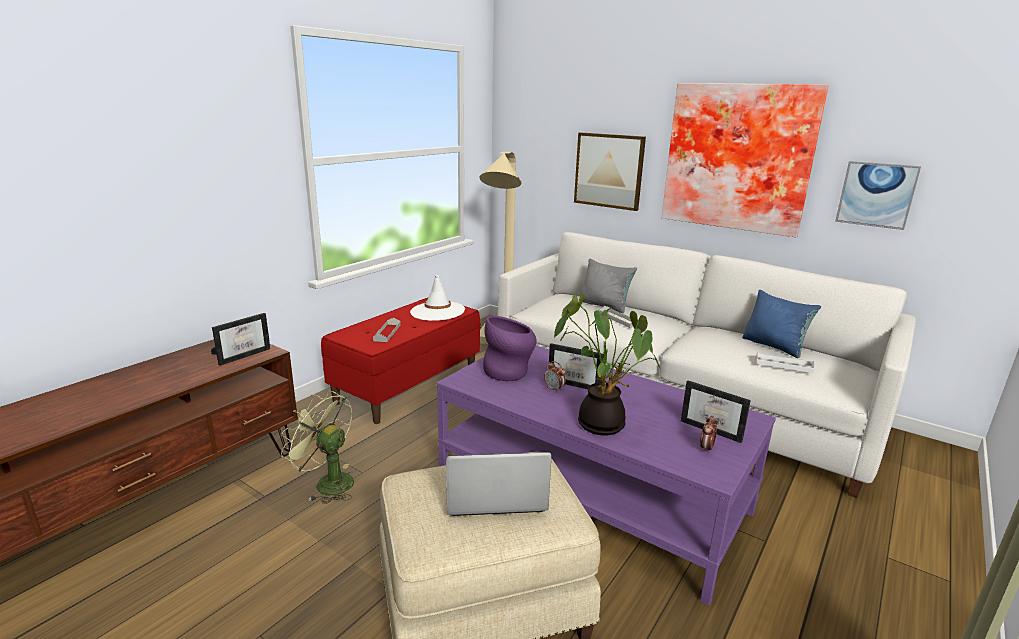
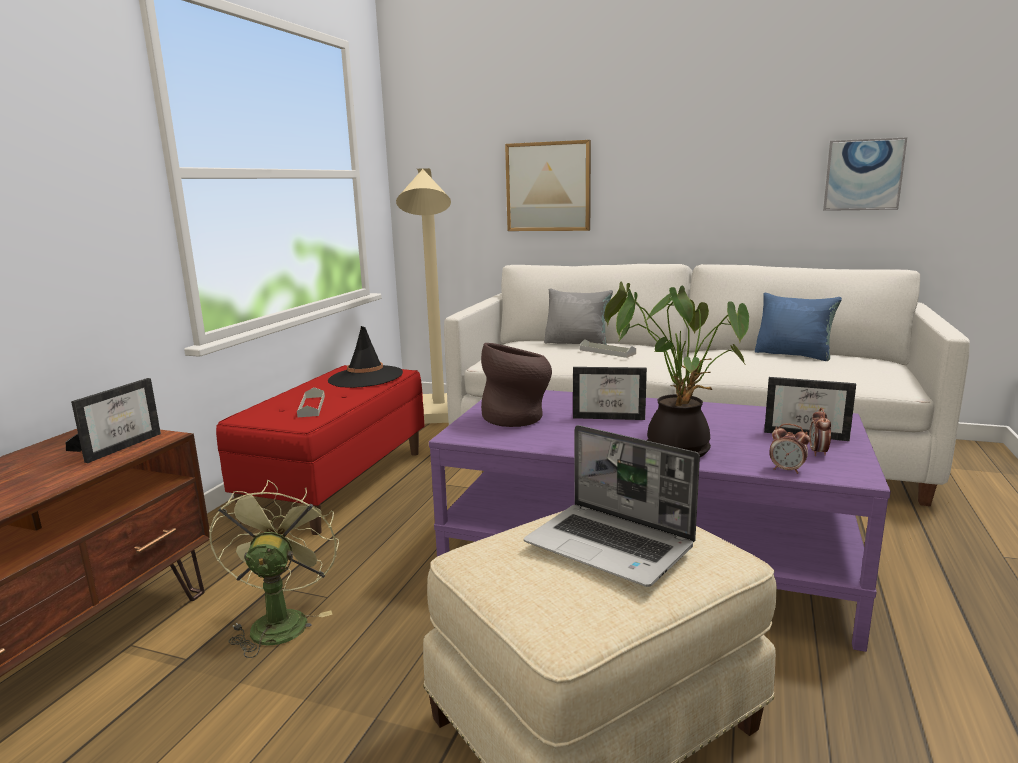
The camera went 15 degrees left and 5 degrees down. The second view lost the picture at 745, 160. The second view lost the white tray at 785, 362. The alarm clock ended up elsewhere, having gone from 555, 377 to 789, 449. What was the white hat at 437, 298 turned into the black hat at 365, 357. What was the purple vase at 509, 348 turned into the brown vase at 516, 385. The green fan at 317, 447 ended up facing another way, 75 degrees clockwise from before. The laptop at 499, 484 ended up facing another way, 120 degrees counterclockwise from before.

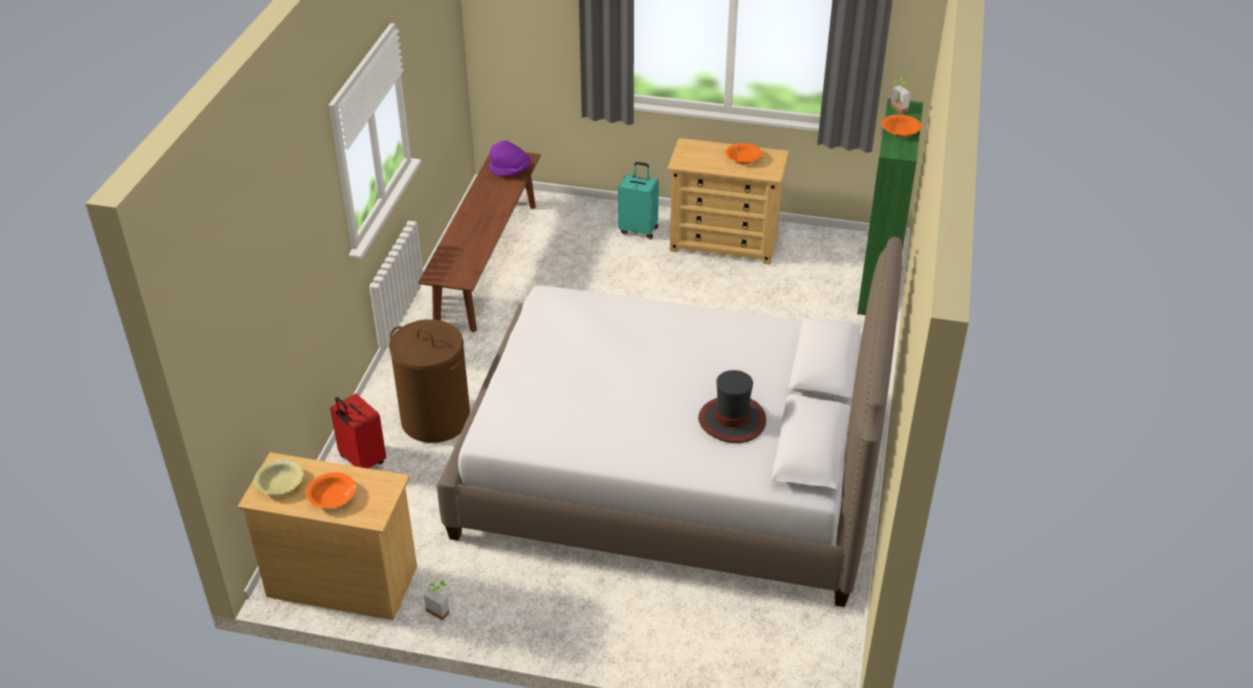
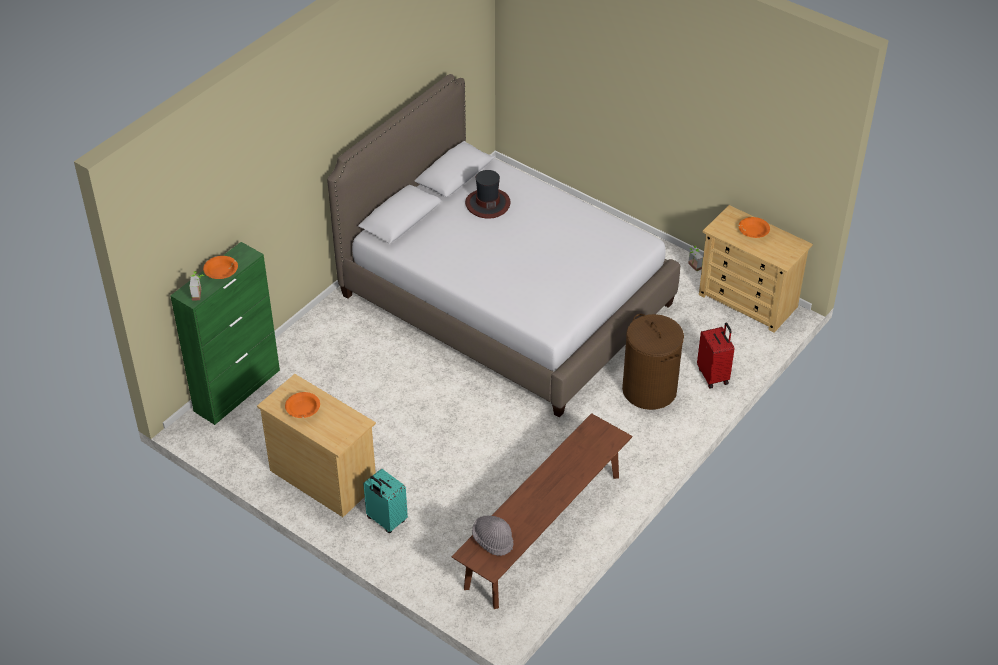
The camera went 155 degrees left and 5 degrees up. The second view lost the yellow bowl at 279, 477. What was the purple hat at 510, 158 turned into the grey hat at 493, 536.

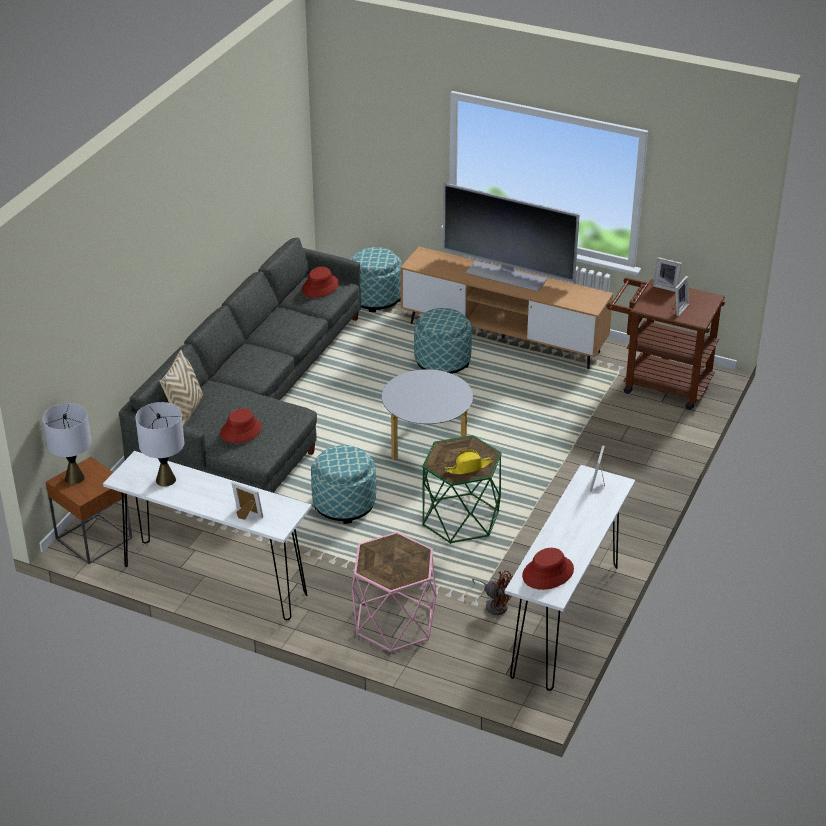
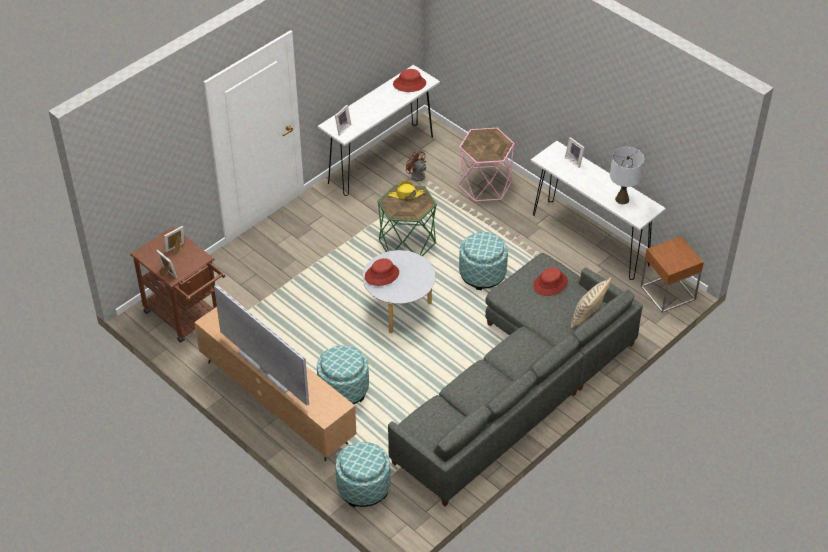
The camera went 160 degrees left and 10 degrees up. The second view lost the grey table lamp at 67, 443. The red hat ended up elsewhere, having gone from 320, 282 to 382, 272.

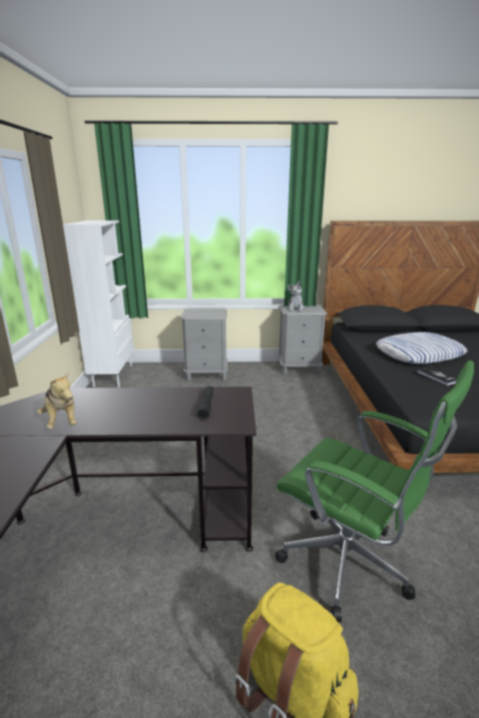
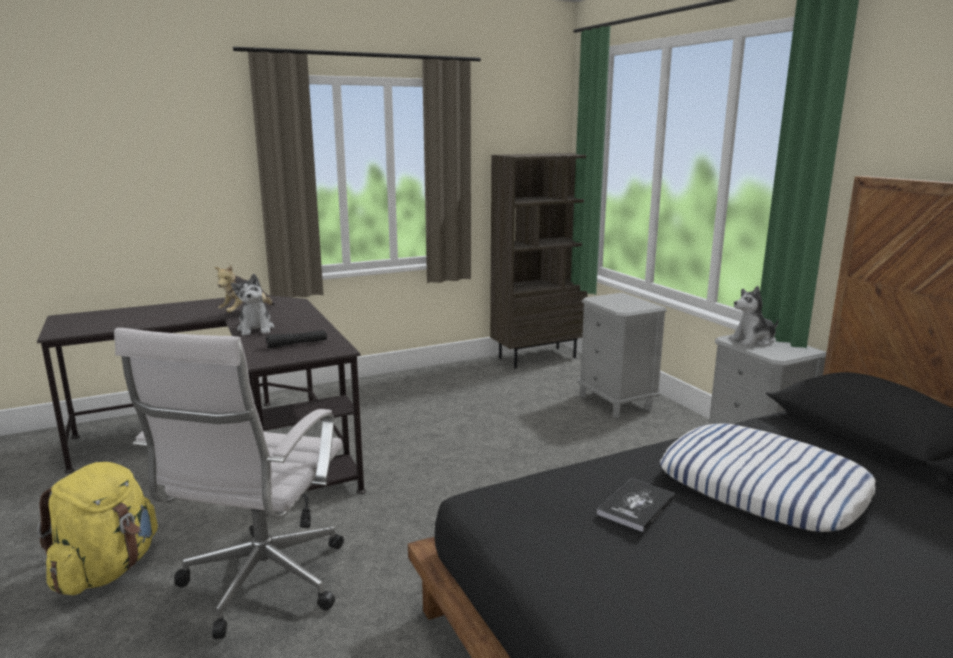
The camera went 65 degrees right and 5 degrees down. The second view gained the plush toy at 253, 305. What was the white bookcase at 98, 303 turned into the brown bookcase at 539, 261. What was the green office chair at 374, 491 turned into the white office chair at 229, 483.

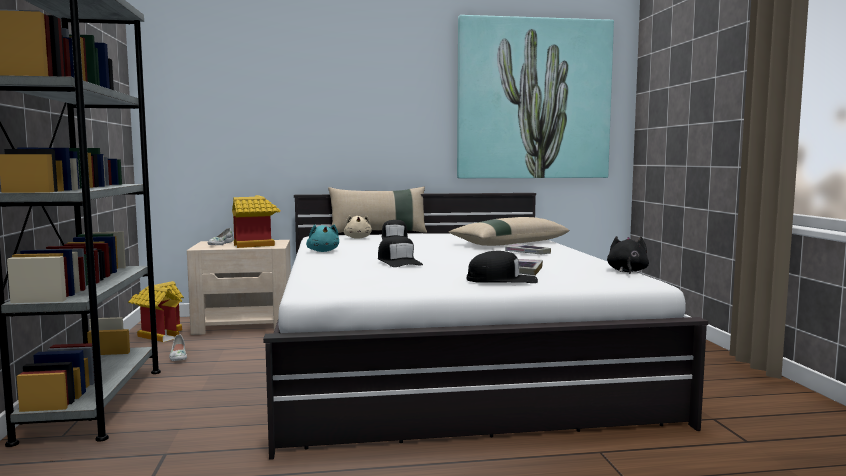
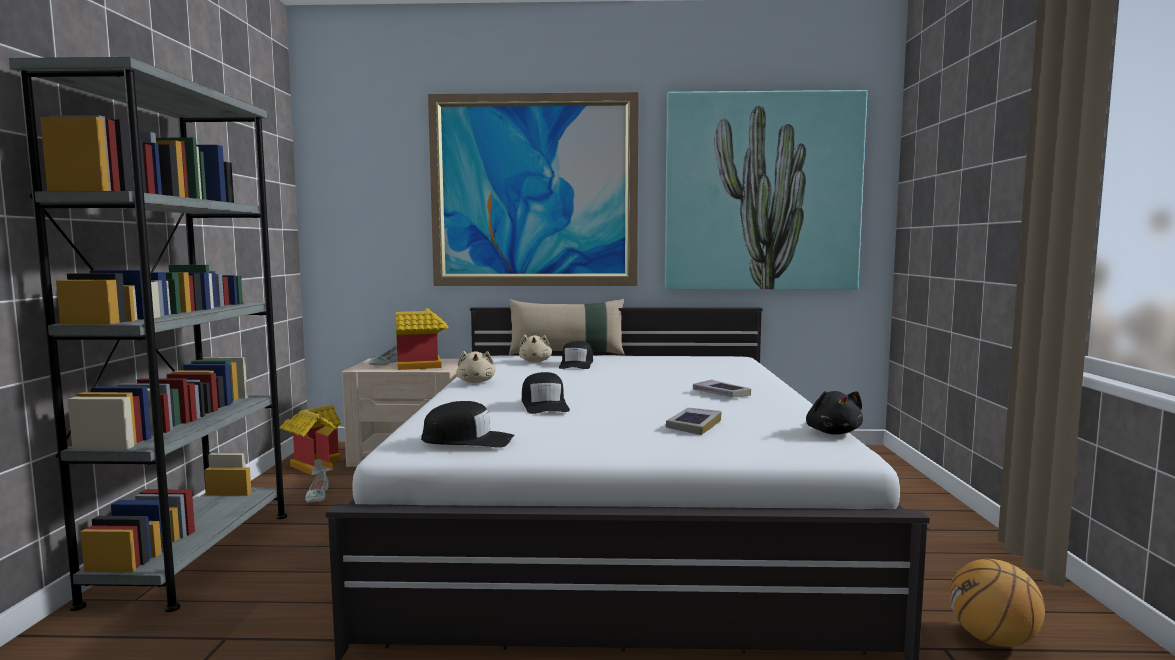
The camera went 10 degrees right and 0 degrees up. The second view lost the beige pillow at 509, 231. The second view gained the picture at 533, 189. The second view gained the basketball at 997, 603. The black cap ended up elsewhere, having gone from 502, 267 to 468, 424. What was the turquoise plush toy at 322, 238 turned into the beige plush toy at 476, 367. The black plush toy at 628, 255 ended up facing another way, 150 degrees clockwise from before.

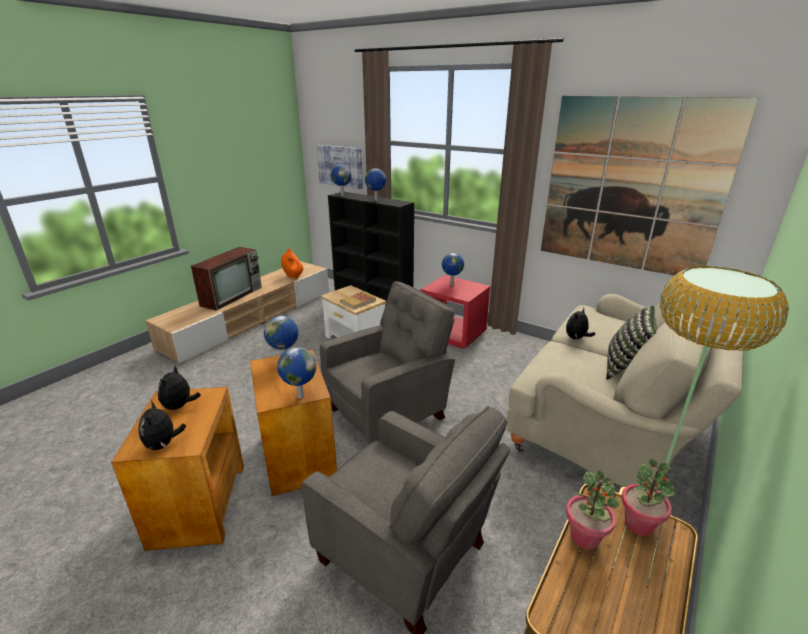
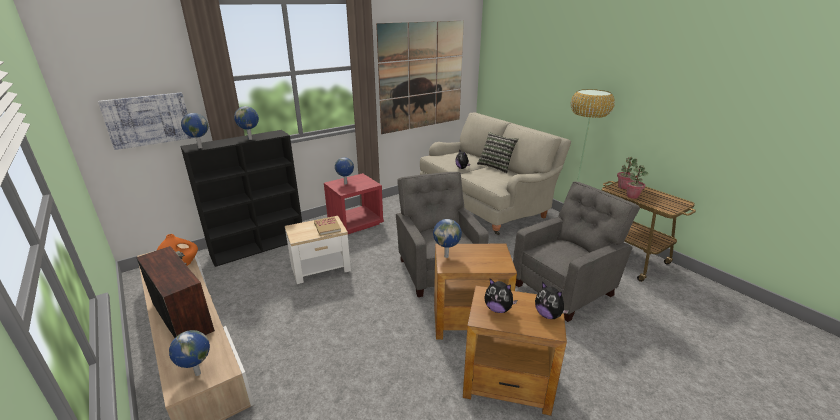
The camera went 70 degrees left and 0 degrees up. The globe ended up elsewhere, having gone from 297, 373 to 189, 353. The plush toy at 162, 425 ended up facing another way, 45 degrees clockwise from before.

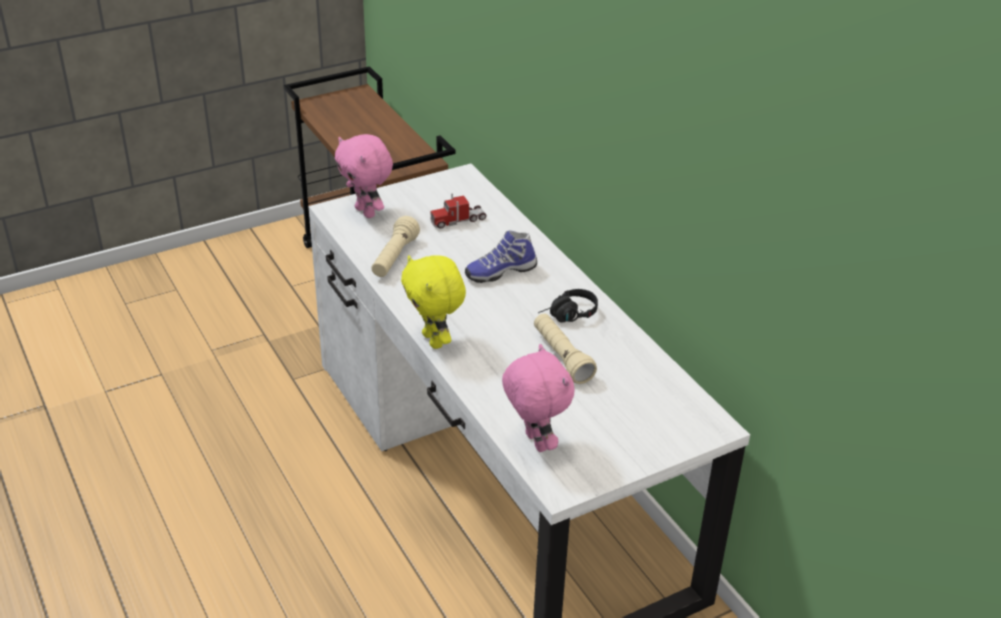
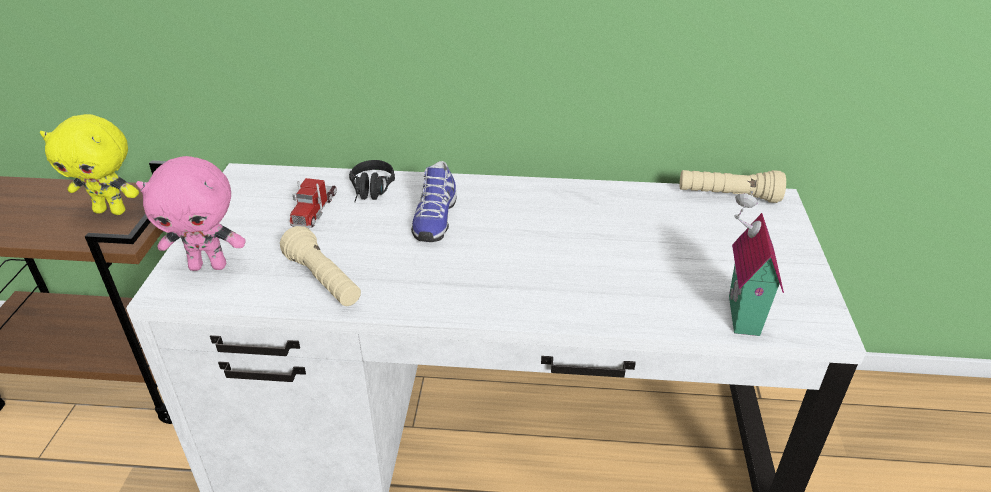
The camera went 55 degrees left and 0 degrees up. The yellow plush toy ended up elsewhere, having gone from 433, 302 to 89, 164. The beige flashlight ended up elsewhere, having gone from 565, 348 to 732, 186. The black headphones ended up elsewhere, having gone from 568, 306 to 372, 181. Where the pink plush toy stood at 538, 398, the toy house came to stand at 756, 263.

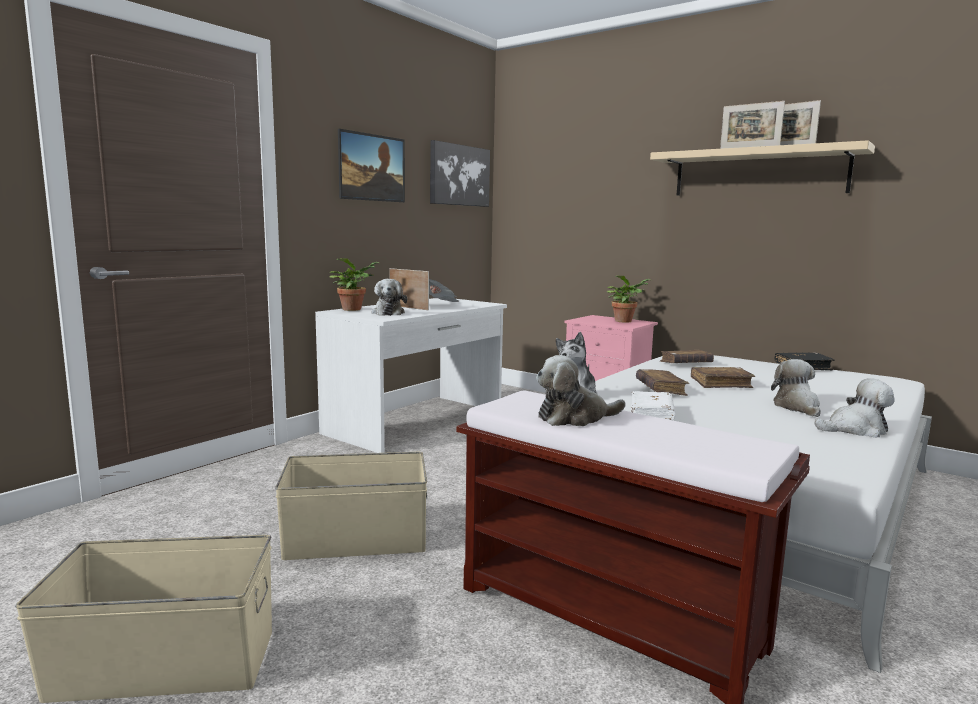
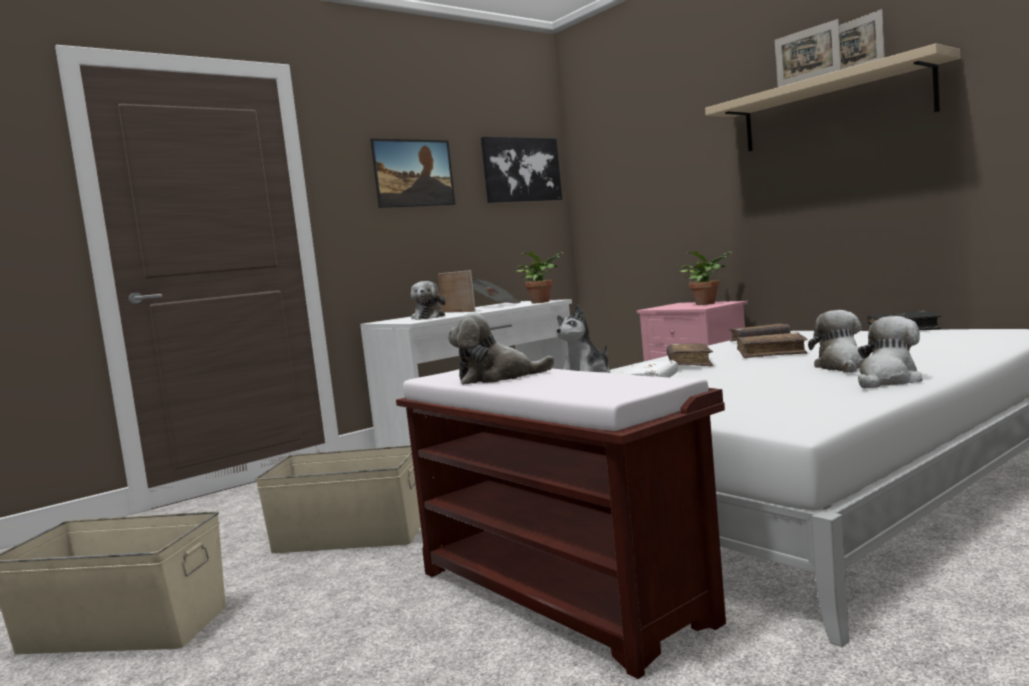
The camera went 15 degrees right and 5 degrees down. The potted plant ended up elsewhere, having gone from 354, 284 to 540, 277. The plush toy at 854, 408 ended up facing another way, 45 degrees counterclockwise from before.

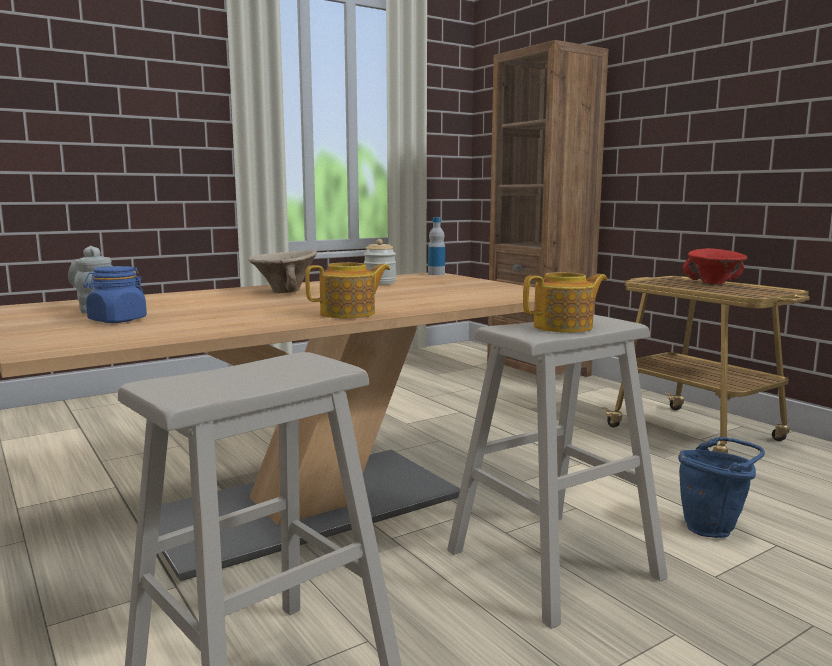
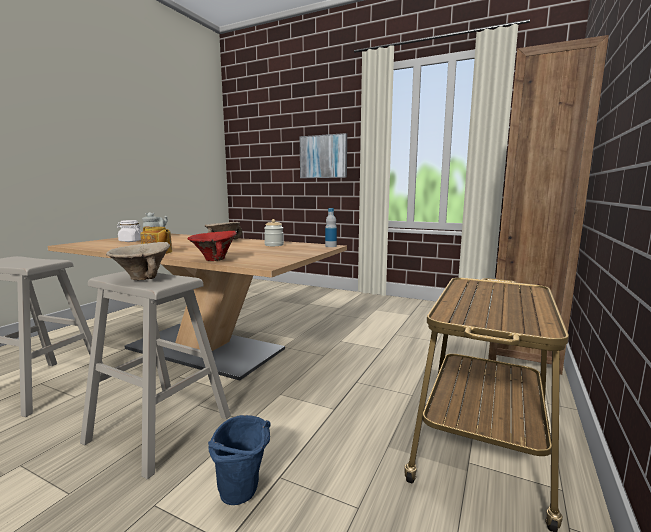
The camera went 60 degrees right and 0 degrees up. The second view gained the picture at 323, 155. The red bowl ended up elsewhere, having gone from 715, 266 to 212, 246. Where the teapot stood at 565, 302, the beige bowl came to stand at 138, 261. What was the blue jar at 115, 294 turned into the white jar at 129, 231.

